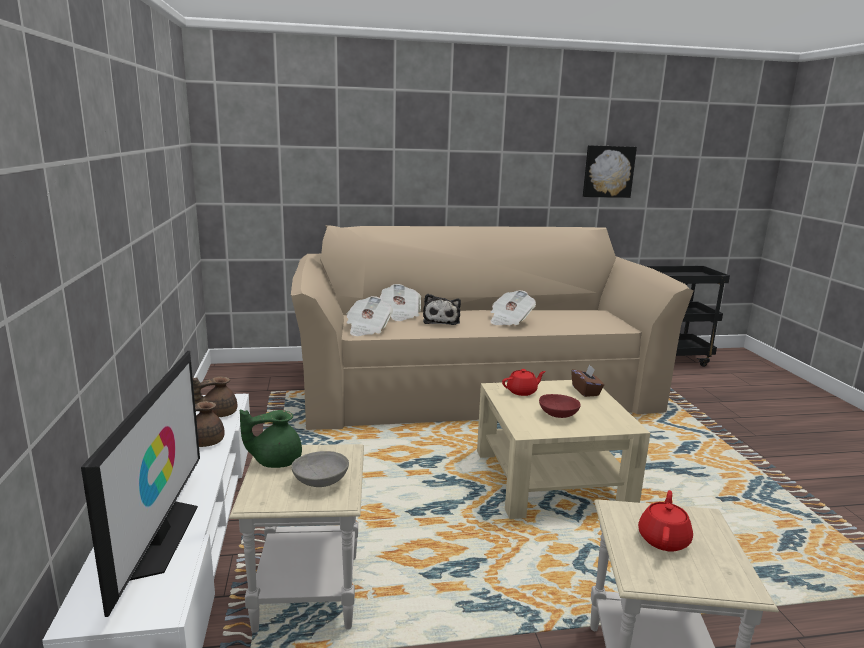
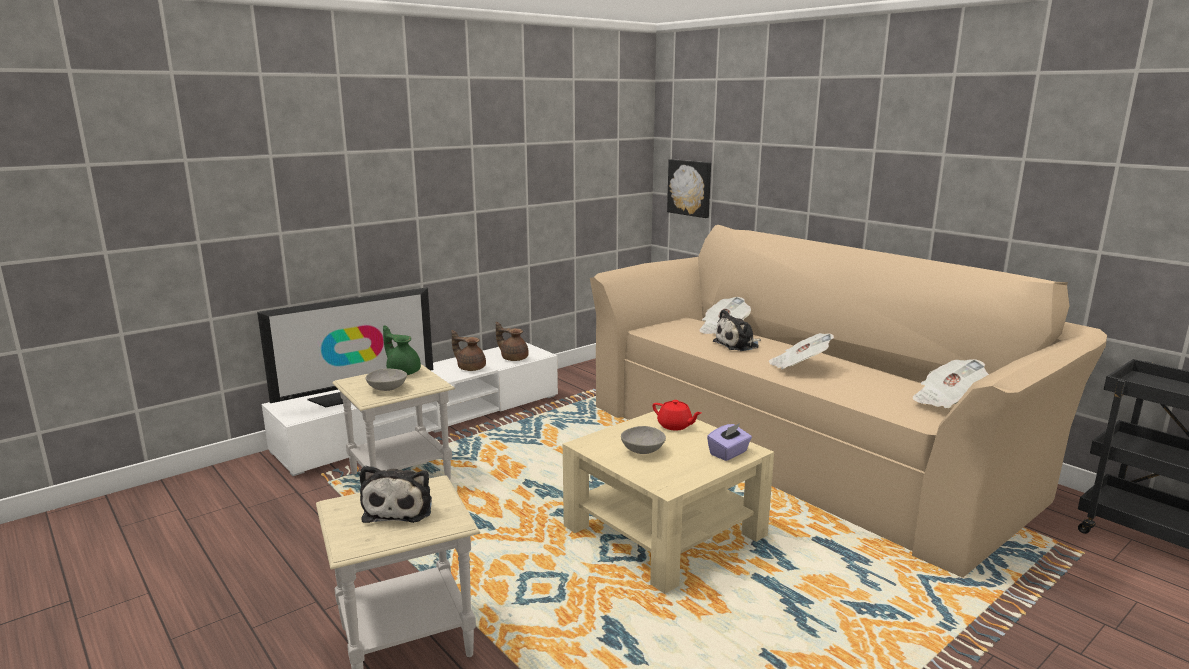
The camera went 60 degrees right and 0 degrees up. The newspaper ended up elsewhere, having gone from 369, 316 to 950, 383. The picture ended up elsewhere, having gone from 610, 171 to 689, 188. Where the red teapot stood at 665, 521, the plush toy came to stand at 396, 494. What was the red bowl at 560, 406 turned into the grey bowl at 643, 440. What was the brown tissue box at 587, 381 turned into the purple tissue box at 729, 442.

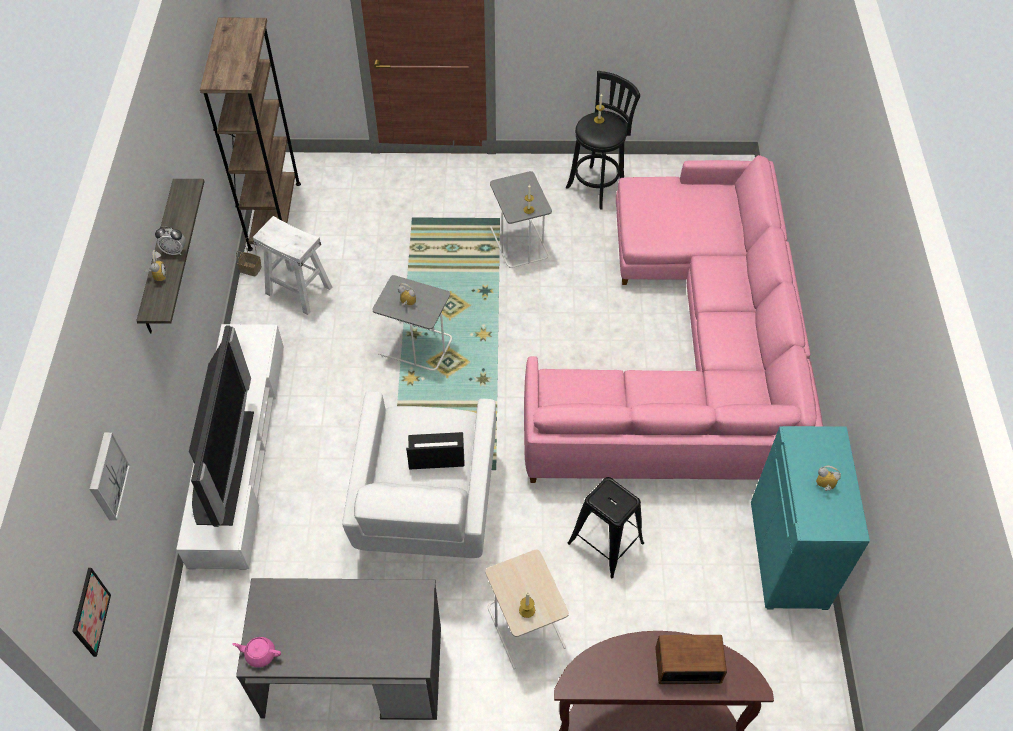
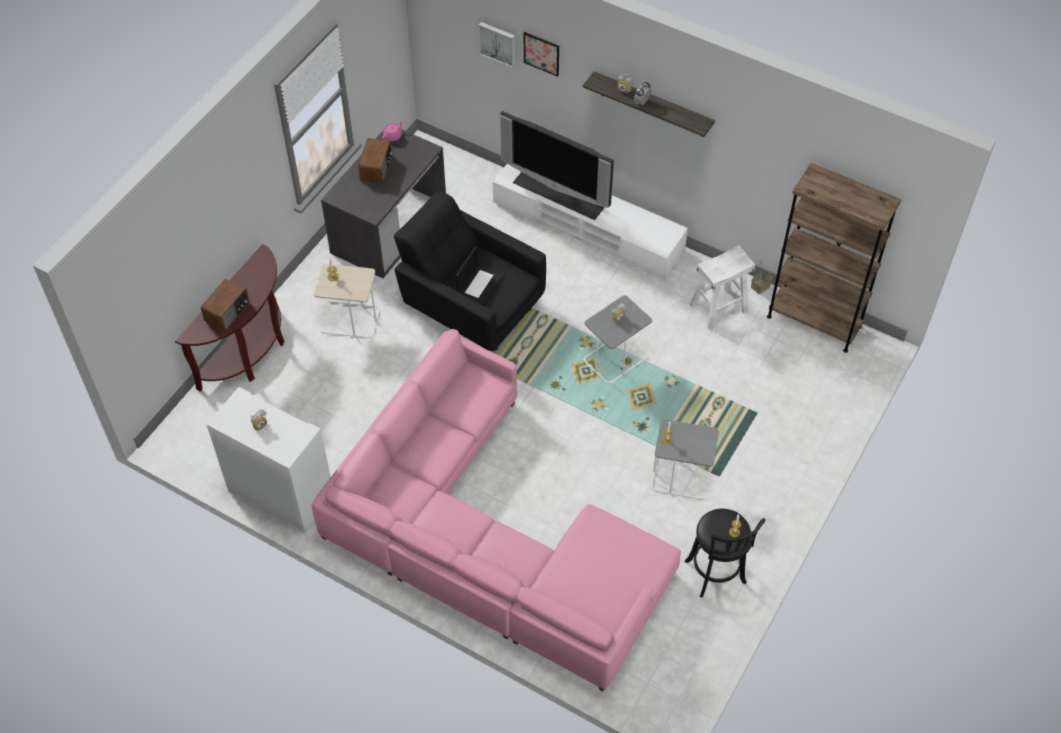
The camera went 120 degrees right and 0 degrees up. The second view lost the black stool at 606, 527. The second view gained the radio at 375, 160. The picture ended up elsewhere, having gone from 91, 612 to 541, 54. What was the white armchair at 419, 474 turned into the black armchair at 470, 271. What was the turquoise cabinet at 810, 518 turned into the white cabinet at 268, 460.

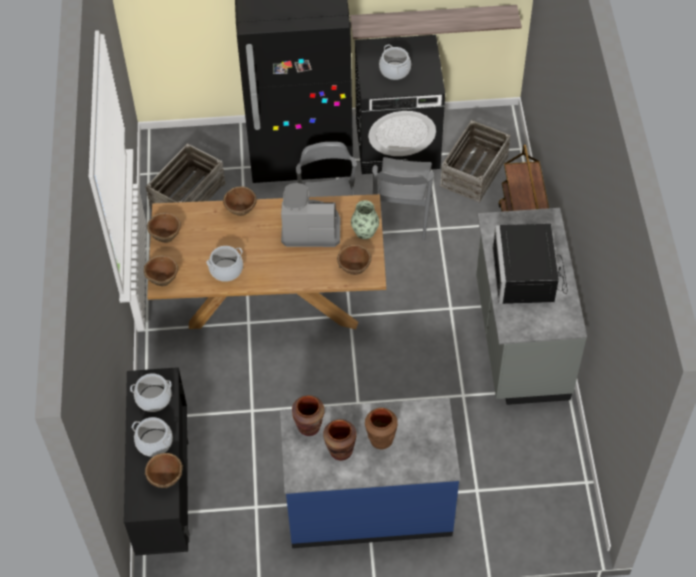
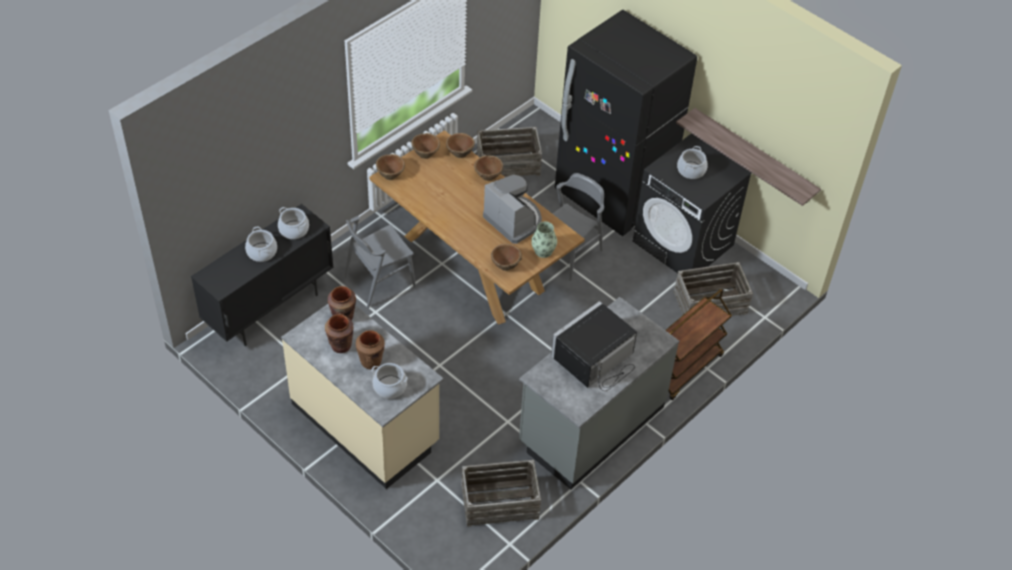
The camera went 45 degrees right and 5 degrees down. The second view gained the crate at 501, 493. The brown bowl ended up elsewhere, having gone from 163, 470 to 460, 145. The cooking pot ended up elsewhere, having gone from 224, 264 to 389, 381. The grey chair ended up elsewhere, having gone from 403, 199 to 380, 262. What was the blue counter at 370, 473 turned into the beige counter at 362, 396.

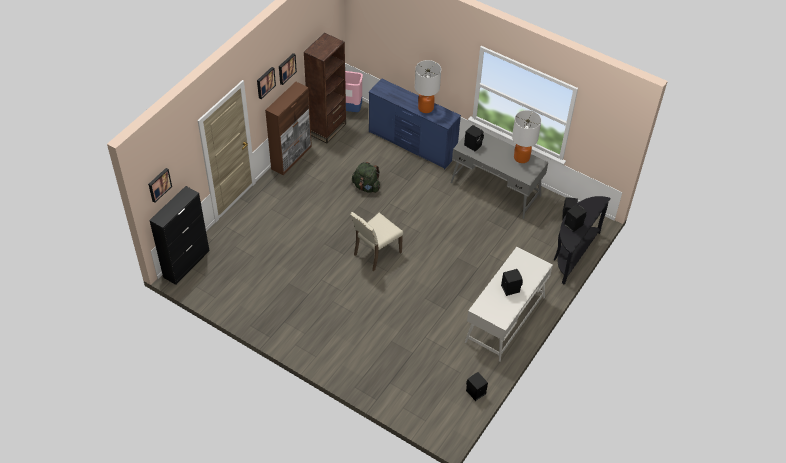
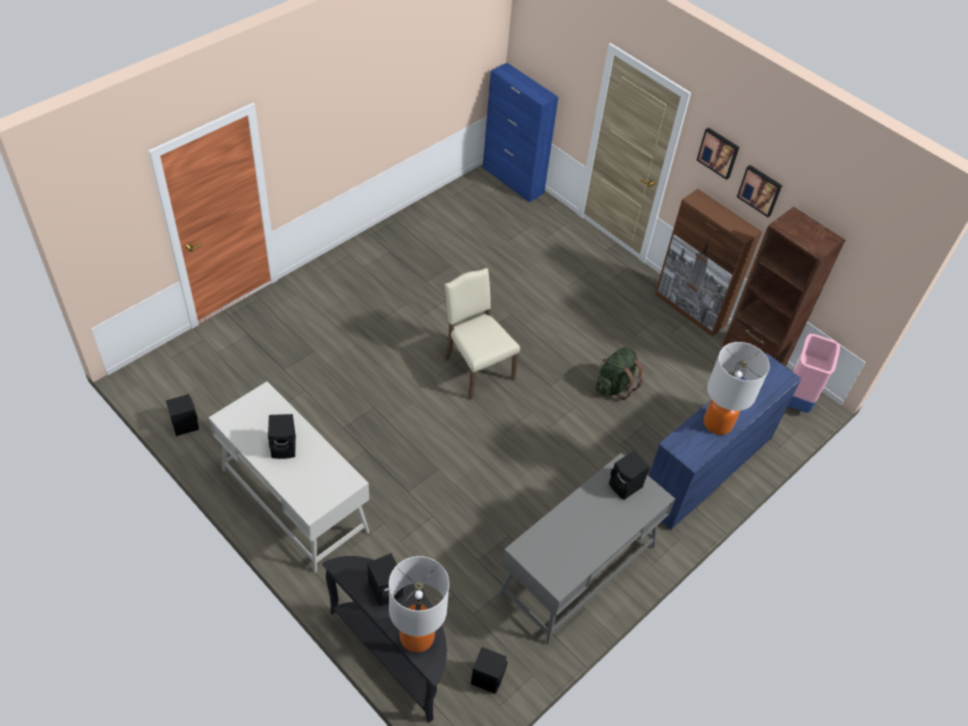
The camera went 100 degrees right and 0 degrees up. The second view lost the picture at 160, 185. The table lamp ended up elsewhere, having gone from 527, 136 to 419, 604. What was the black cabinet at 179, 235 turned into the blue cabinet at 520, 132.

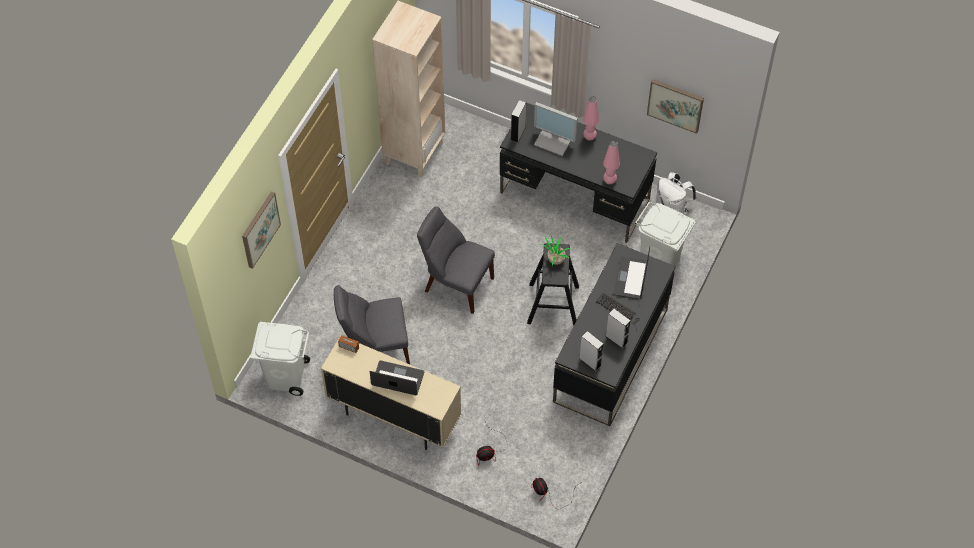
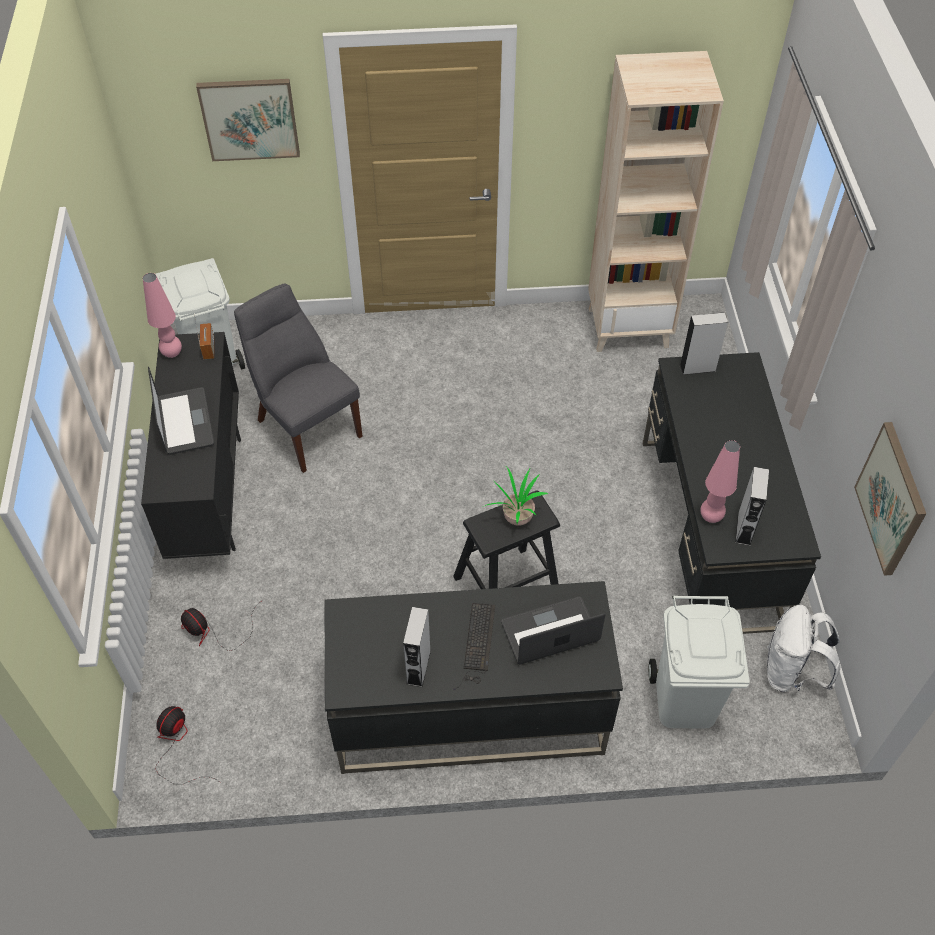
The camera went 60 degrees right and 5 degrees down. The second view lost the grey chair at 456, 260. The second view lost the monitor at 556, 129. The grey speaker ended up elsewhere, having gone from 591, 351 to 752, 506. The pink table lamp ended up elsewhere, having gone from 591, 118 to 162, 315. What was the beige cabinet at 391, 392 turned into the black cabinet at 191, 445.

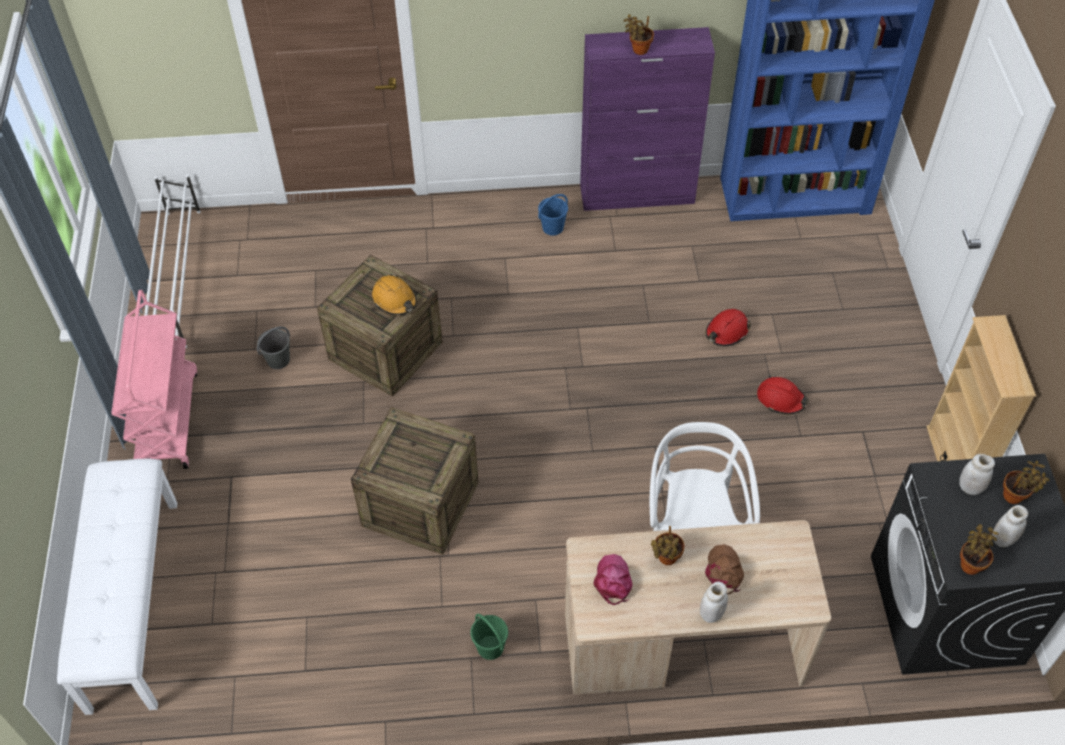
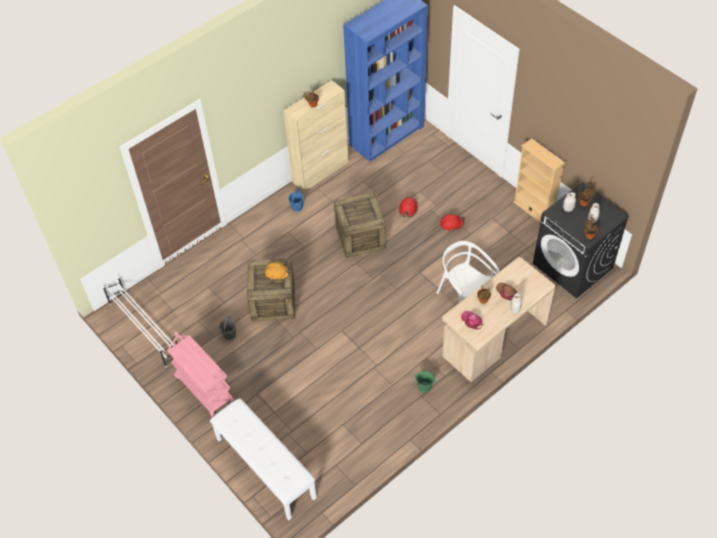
The camera went 35 degrees left and 0 degrees up. The crate ended up elsewhere, having gone from 415, 481 to 360, 225. What was the purple cabinet at 647, 119 turned into the beige cabinet at 316, 136.

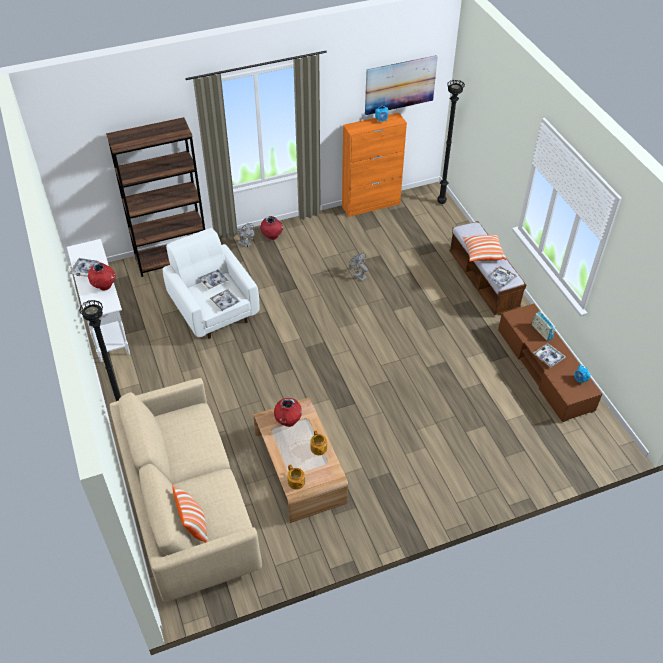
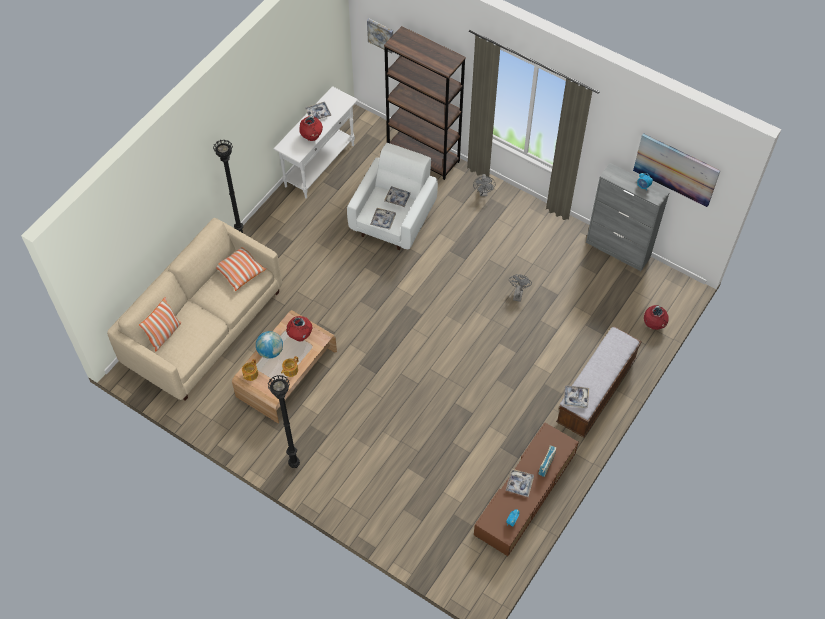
The camera went 55 degrees right and 10 degrees up. The second view gained the globe at 269, 345. The second view gained the picture at 380, 36. The red vase ended up elsewhere, having gone from 271, 228 to 656, 317. The black floor lamp ended up elsewhere, having gone from 451, 142 to 284, 421. The pillow ended up elsewhere, having gone from 485, 248 to 241, 269. What was the orange cabinet at 374, 165 turned into the grey cabinet at 628, 217.

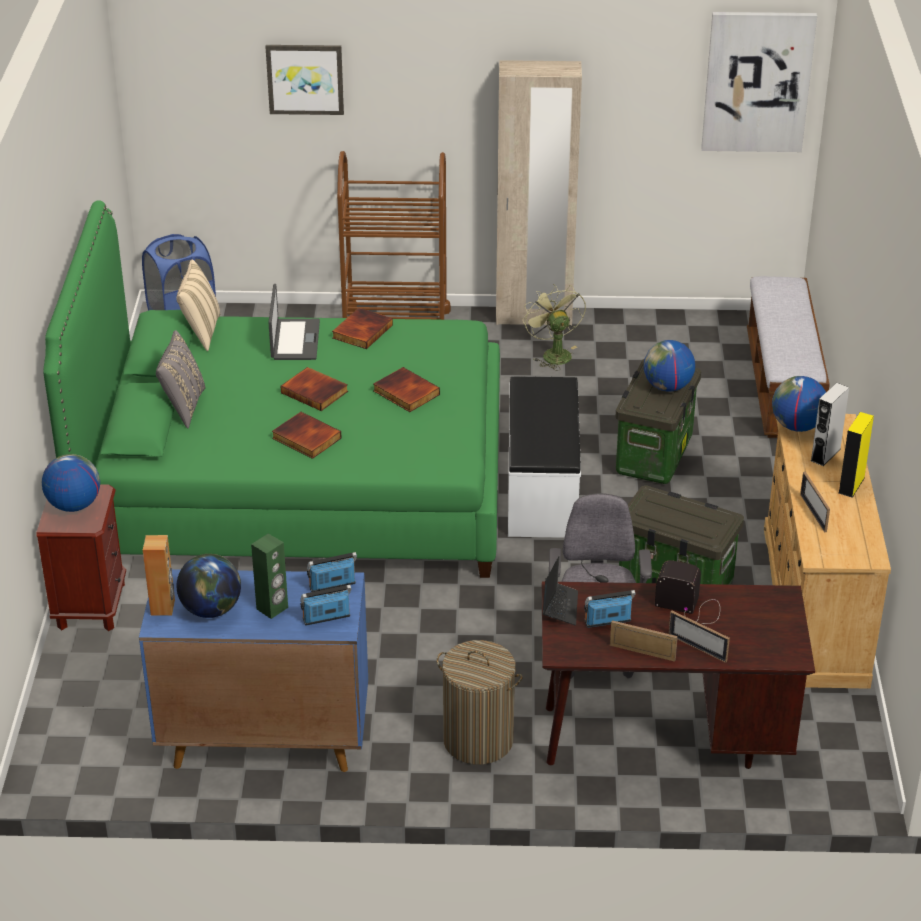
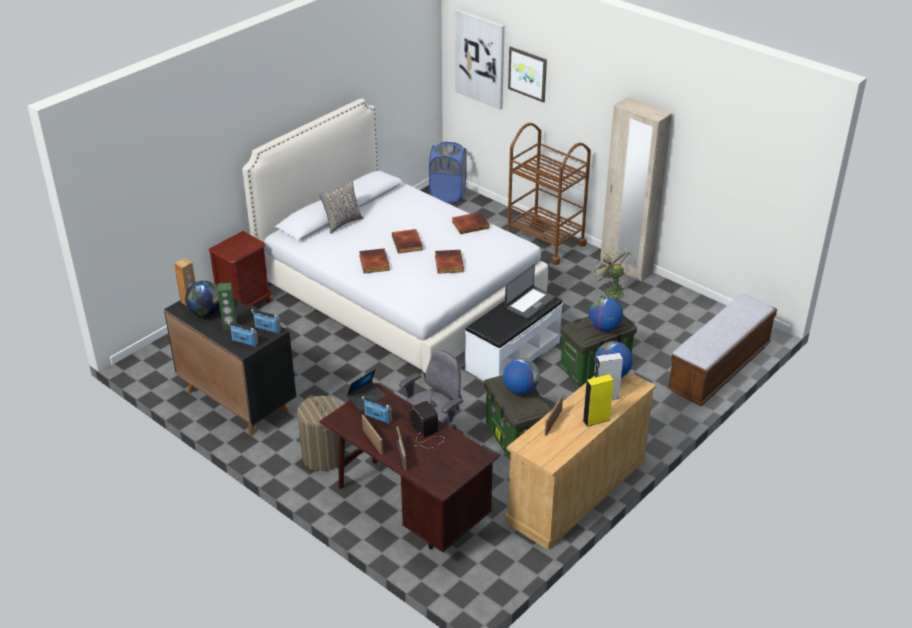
The camera went 40 degrees right and 0 degrees up. The second view lost the beige pillow at 198, 305. The globe ended up elsewhere, having gone from 71, 483 to 521, 376. The laptop ended up elsewhere, having gone from 294, 322 to 530, 291. The picture ended up elsewhere, having gone from 759, 82 to 480, 59. What was the green bed at 272, 389 turned into the white bed at 395, 240. What was the blue cabinet at 253, 670 turned into the black cabinet at 230, 367. The green fan at 554, 327 ended up facing another way, 45 degrees counterclockwise from before.

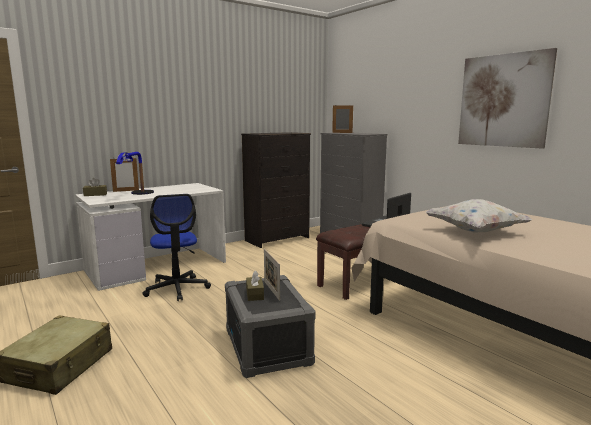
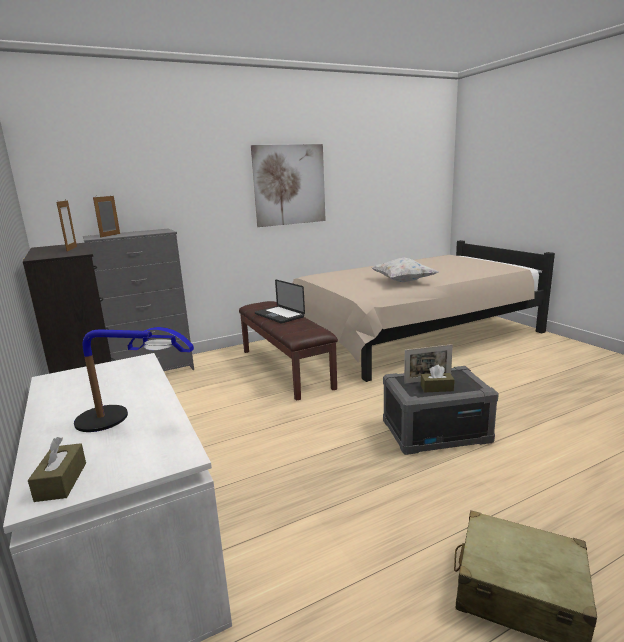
The camera went 80 degrees left and 5 degrees up. The second view lost the office chair at 176, 247. The picture frame ended up elsewhere, having gone from 124, 175 to 66, 226.

